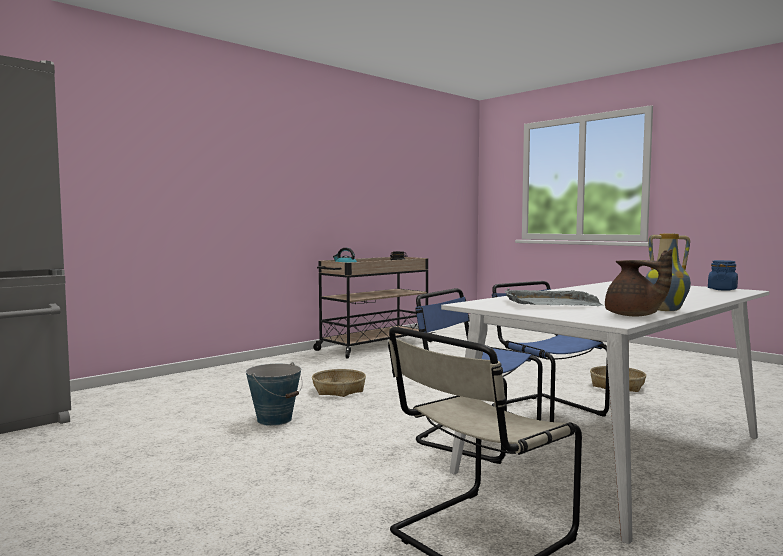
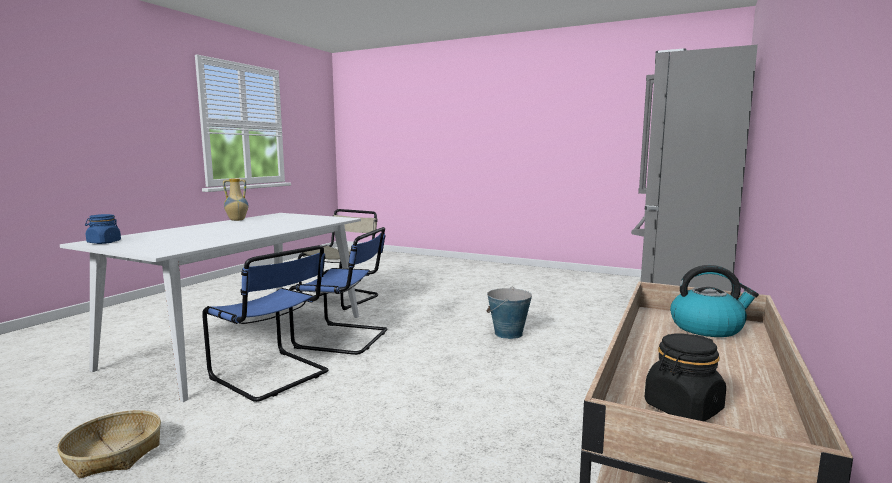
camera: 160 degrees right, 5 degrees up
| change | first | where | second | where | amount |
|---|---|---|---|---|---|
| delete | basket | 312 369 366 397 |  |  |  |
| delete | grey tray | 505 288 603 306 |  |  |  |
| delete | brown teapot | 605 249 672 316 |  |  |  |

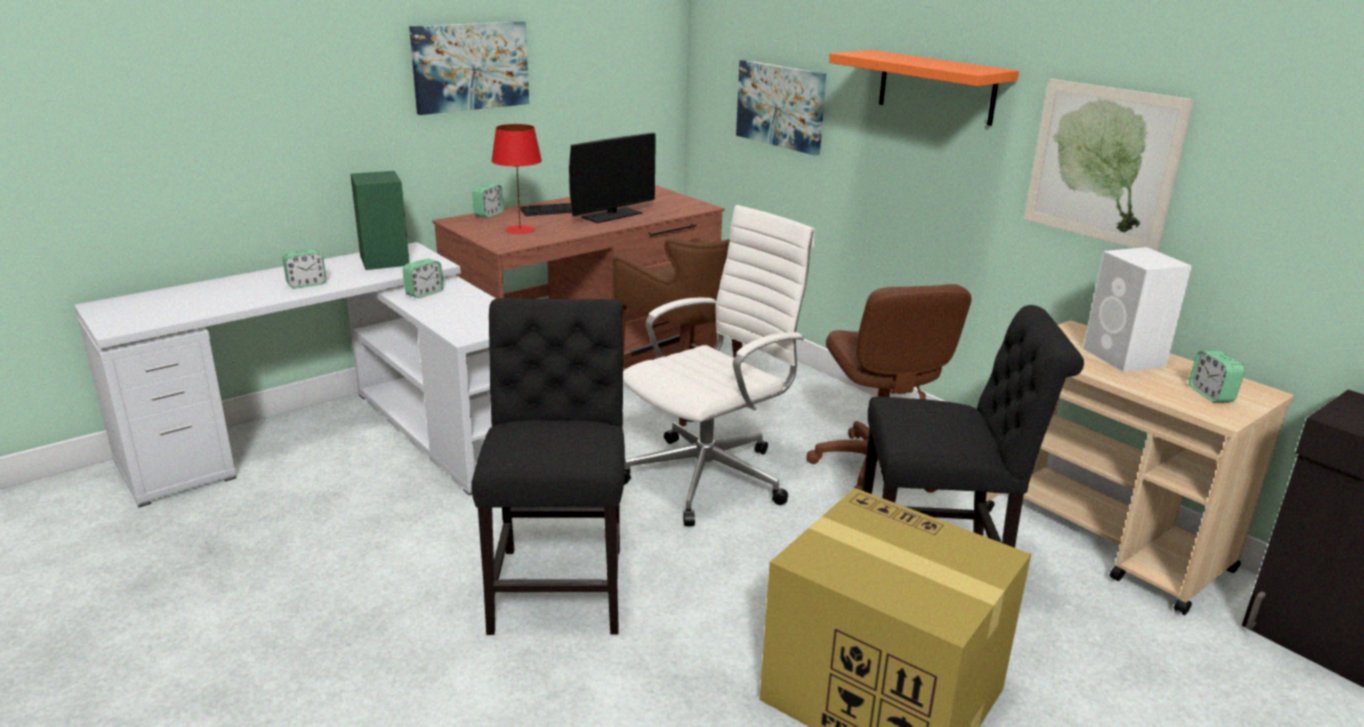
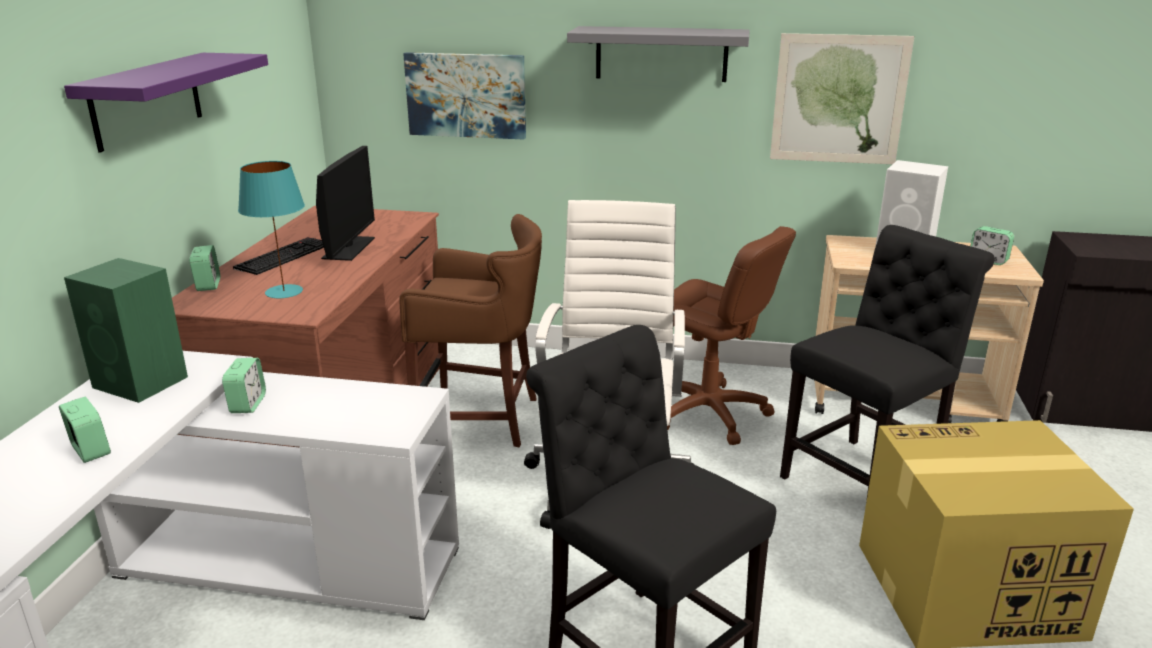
camera: 40 degrees left, 0 degrees up
| change | first | where | second | where | amount |
|---|---|---|---|---|---|
| rotate | alarm clock | 282 249 326 288 |  | 59 397 111 463 | 60 degrees counterclockwise |
| replace | picture | 409 21 529 115 | purple shelf | 64 53 268 153 |  |
| recolor | red table lamp | 491 124 542 234 | turquoise table lamp | 238 161 305 298 |  |
| recolor | orange shelf | 829 50 1019 126 | grey shelf | 567 26 750 82 |  |

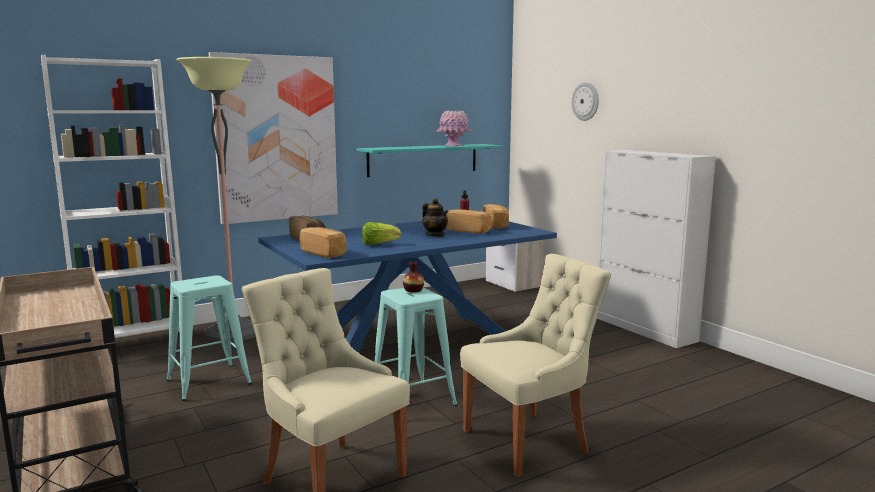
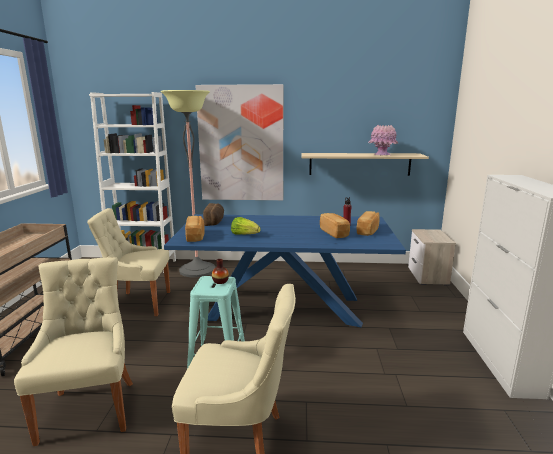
camera: 35 degrees right, 5 degrees up
| change | first | where | second | where | amount |
|---|---|---|---|---|---|
| replace | turquoise stool | 167 275 252 401 | beige chair | 87 208 170 316 |  |
| recolor | turquoise shelf | 356 144 503 177 | beige shelf | 302 153 429 176 |  |
| delete | teapot | 422 198 448 236 |  |  |  |
| delete | wall clock | 572 82 599 121 |  |  |  |

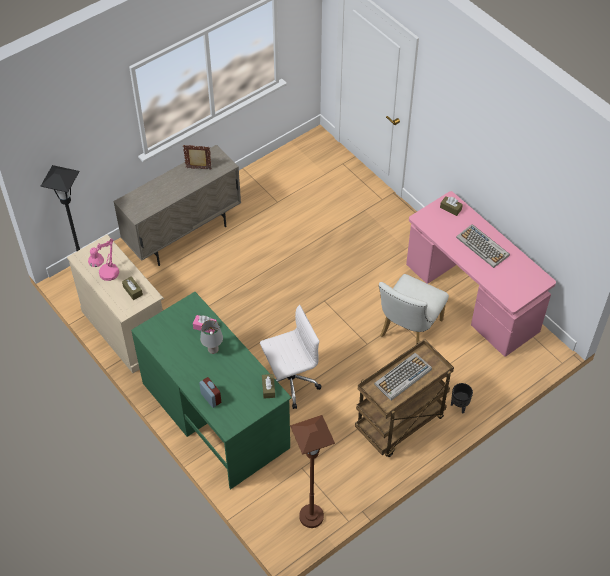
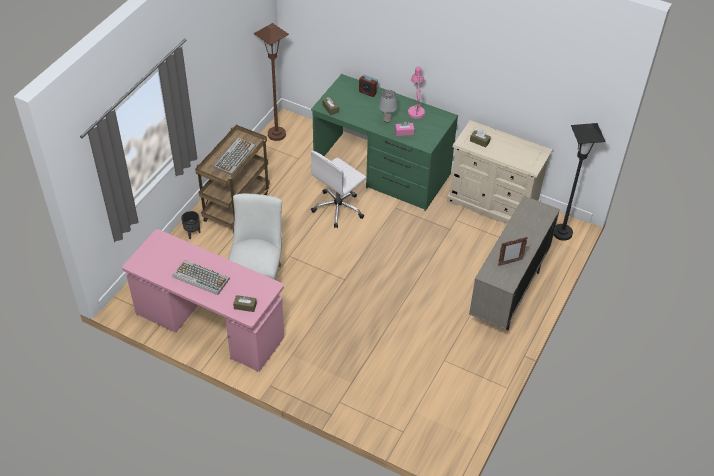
camera: 155 degrees right, 5 degrees down
| change | first | where | second | where | amount |
|---|---|---|---|---|---|
| move | pink table lamp | 88 238 119 281 |  | 408 66 425 119 |  |

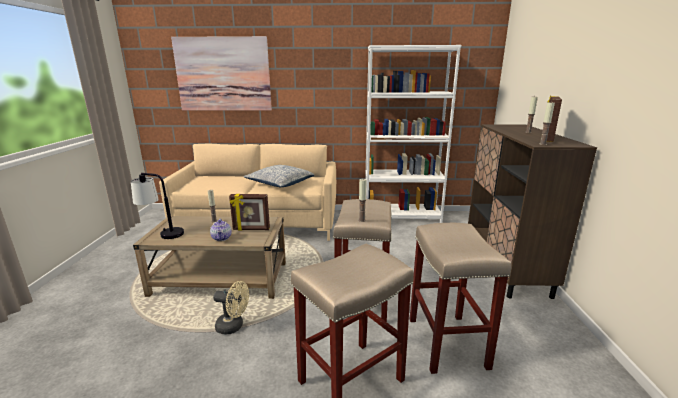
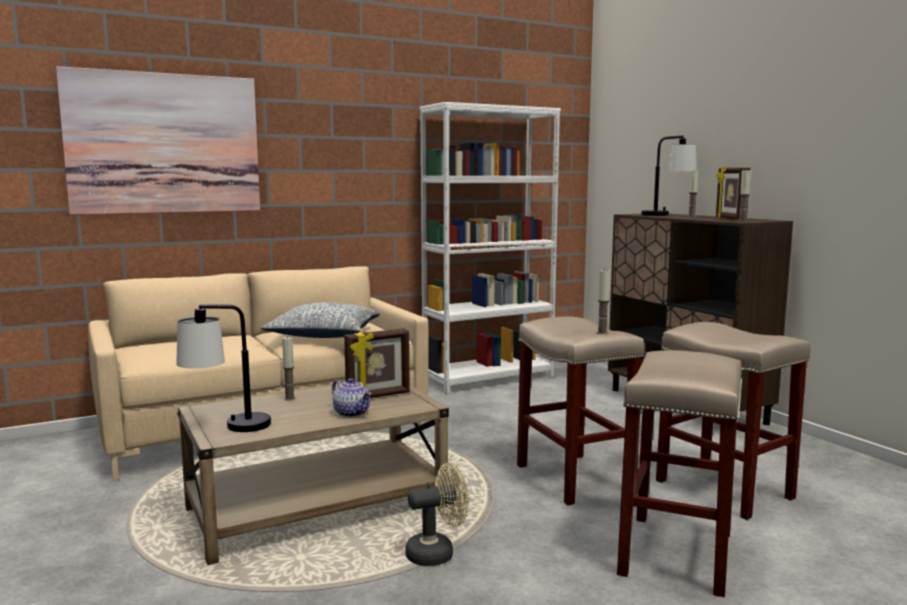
camera: 30 degrees left, 10 degrees down
| change | first | where | second | where | amount |
|---|---|---|---|---|---|
| insert |  |  | table lamp | 641 136 697 216 |  |

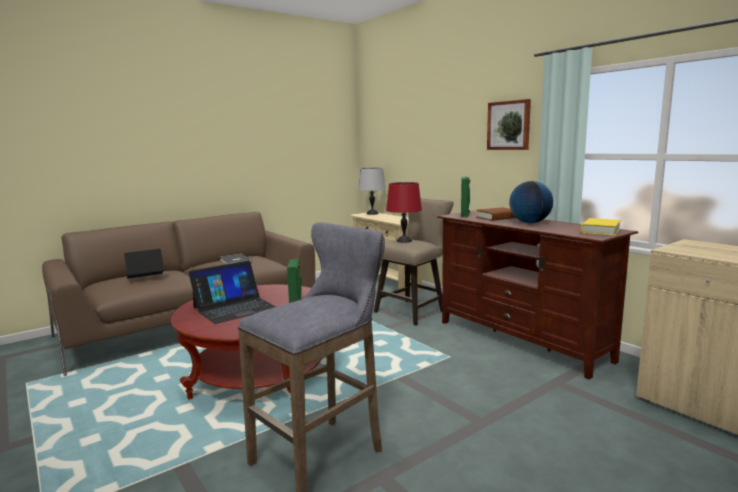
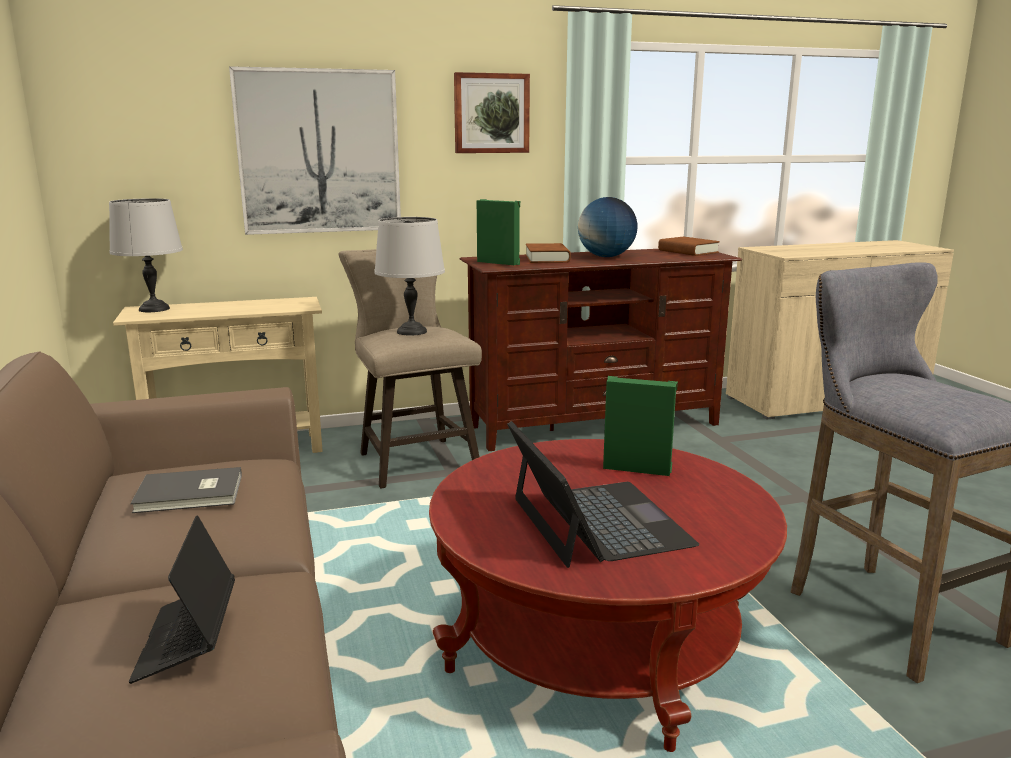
camera: 70 degrees left, 5 degrees up
| change | first | where | second | where | amount |
|---|---|---|---|---|---|
| insert |  |  | picture | 229 66 401 235 |  |
| recolor | red table lamp | 386 182 422 243 | grey table lamp | 374 217 445 336 |  |
| recolor | yellow book | 581 218 621 236 | brown book | 658 237 720 256 |  |

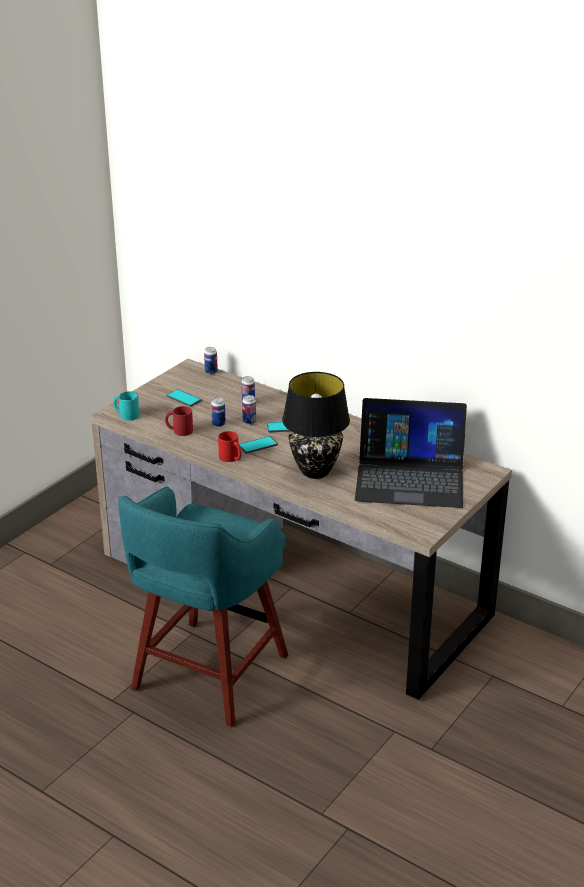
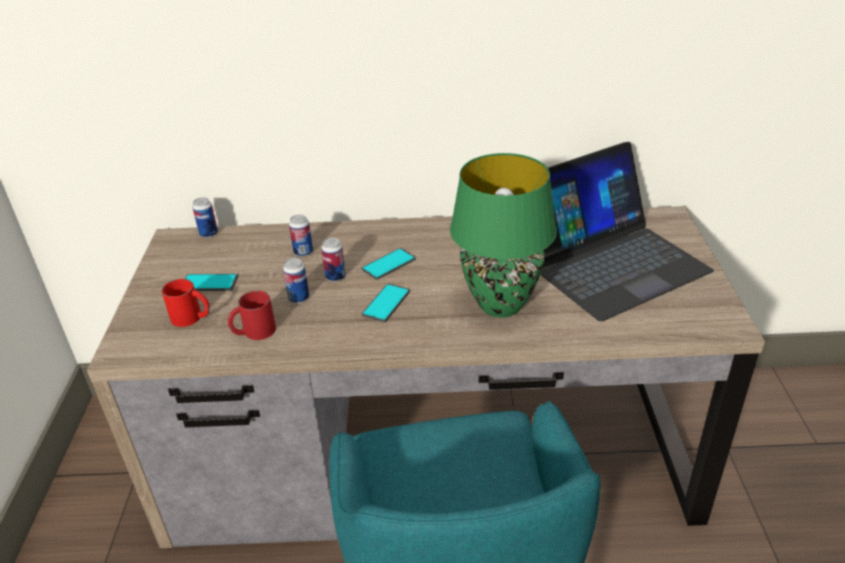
camera: 35 degrees left, 5 degrees up
| change | first | where | second | where | amount |
|---|---|---|---|---|---|
| move | red mug | 218 431 242 462 |  | 162 279 210 327 |  |
| recolor | black table lamp | 282 372 350 479 | green table lamp | 450 153 557 318 |  |
| delete | turquoise mug | 113 391 140 421 |  |  |  |

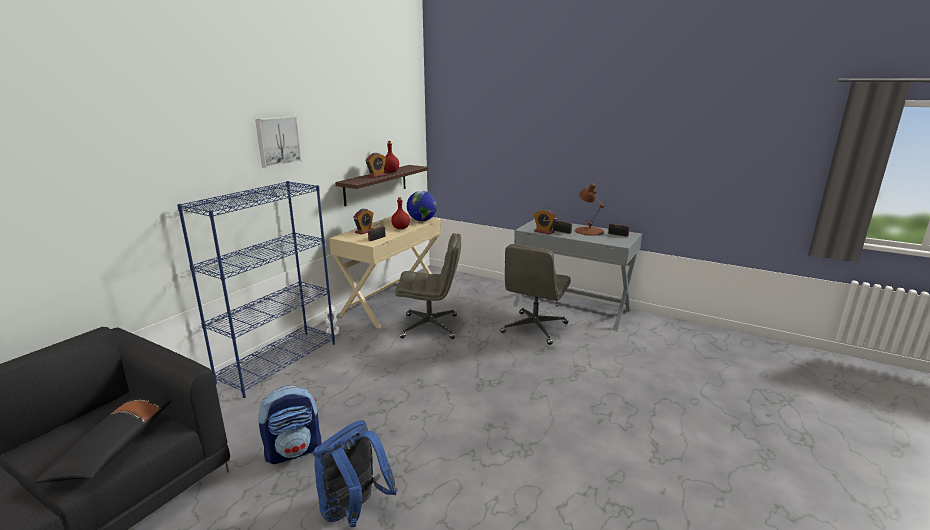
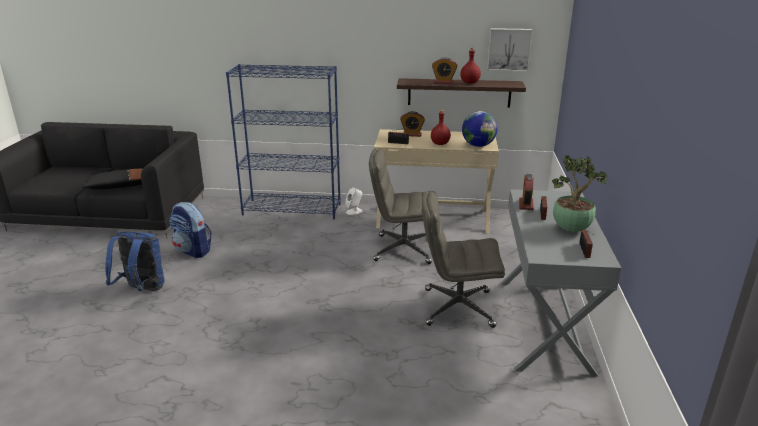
camera: 65 degrees right, 5 degrees up
| change | first | where | second | where | amount |
|---|---|---|---|---|---|
| rotate | grey office chair | 395 233 461 339 |  | 369 149 438 264 | 120 degrees clockwise |
| move | picture | 255 116 302 168 |  | 487 28 532 71 |  |
| replace | brown table lamp | 575 183 604 236 | potted plant | 552 155 607 232 |  |

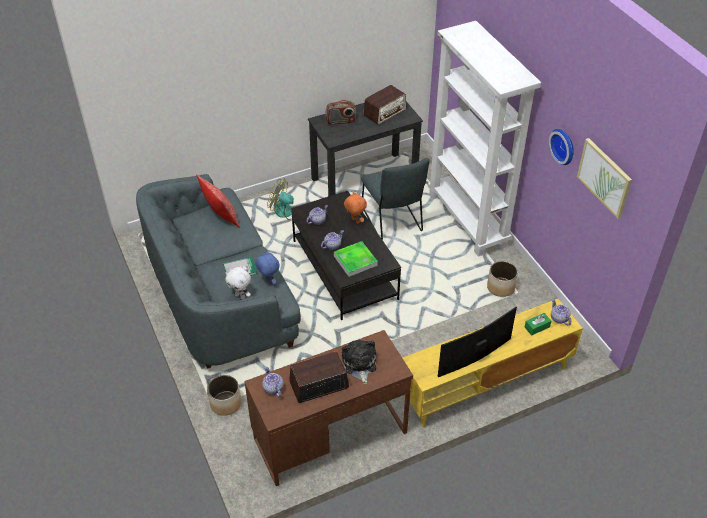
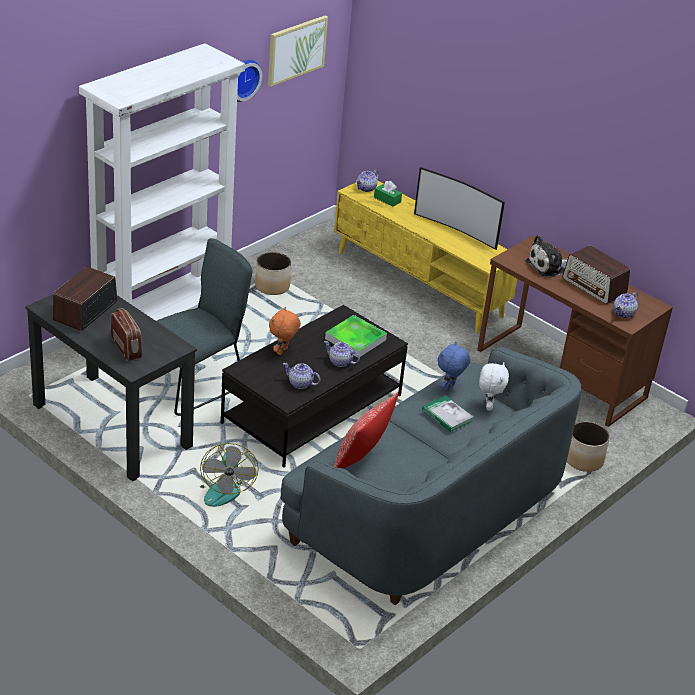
camera: 115 degrees left, 10 degrees down
| change | first | where | second | where | amount |
|---|---|---|---|---|---|
| rotate | radio | 363 85 406 125 |  | 53 267 117 331 | 90 degrees counterclockwise |

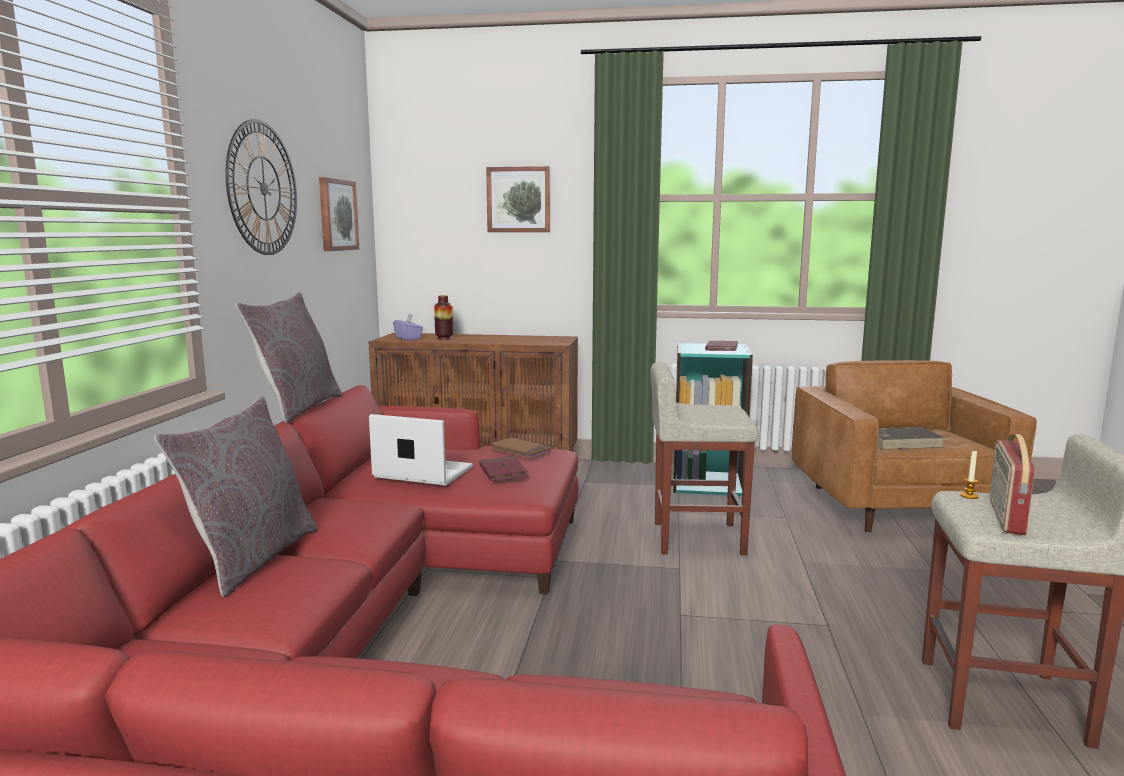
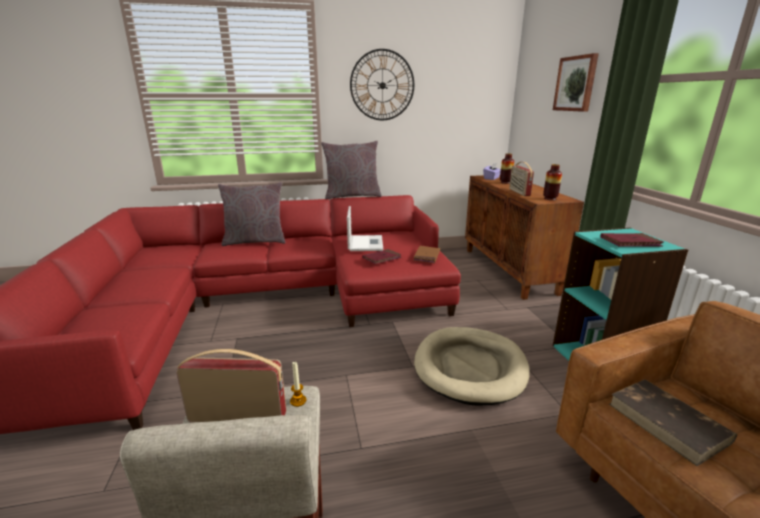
camera: 70 degrees right, 10 degrees up
| change | first | where | second | where | amount |
|---|---|---|---|---|---|
| replace | beige stool | 650 362 759 556 | beige dog bed | 414 327 530 406 |  |
| insert |  |  | radio | 509 162 534 196 |  |
| insert |  |  | vase | 543 164 562 200 |  |
| delete | picture | 319 177 359 251 |  |  |  |

